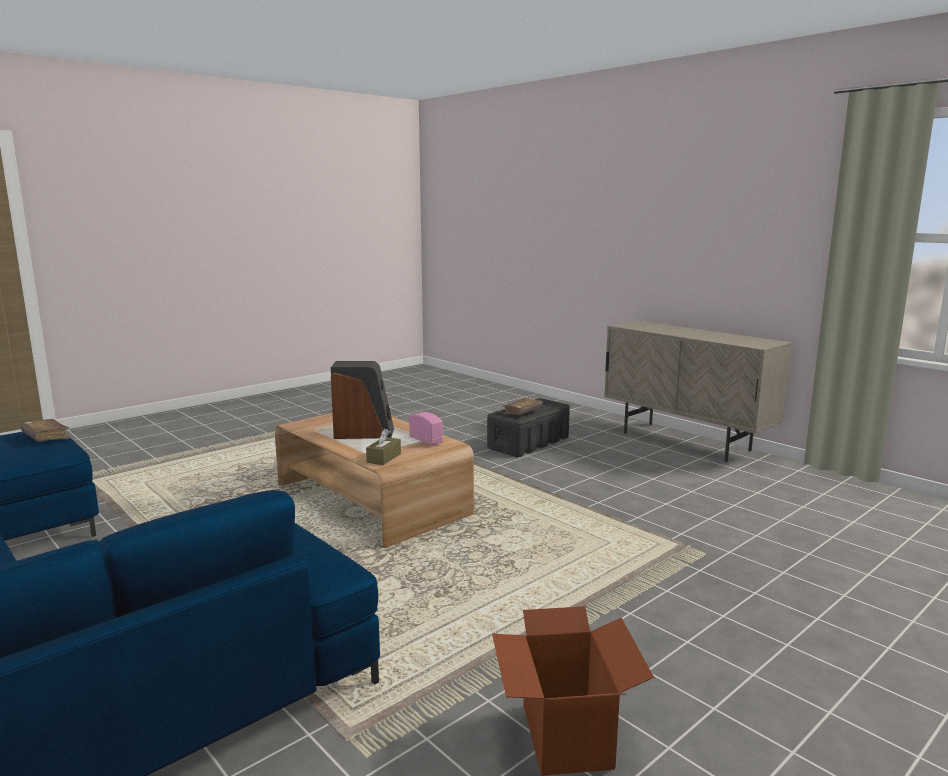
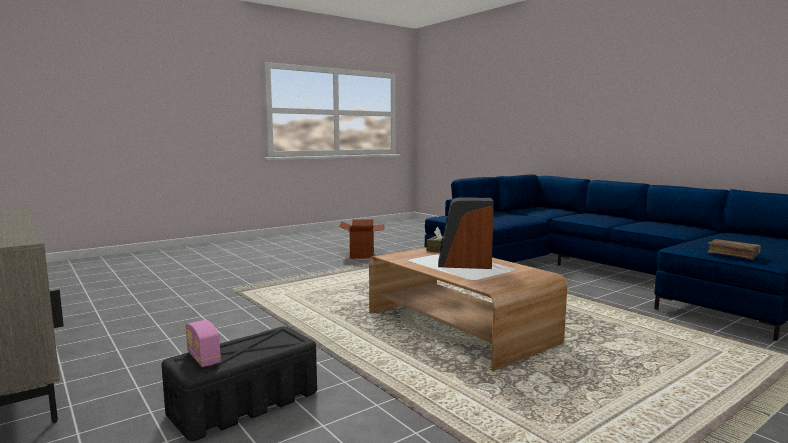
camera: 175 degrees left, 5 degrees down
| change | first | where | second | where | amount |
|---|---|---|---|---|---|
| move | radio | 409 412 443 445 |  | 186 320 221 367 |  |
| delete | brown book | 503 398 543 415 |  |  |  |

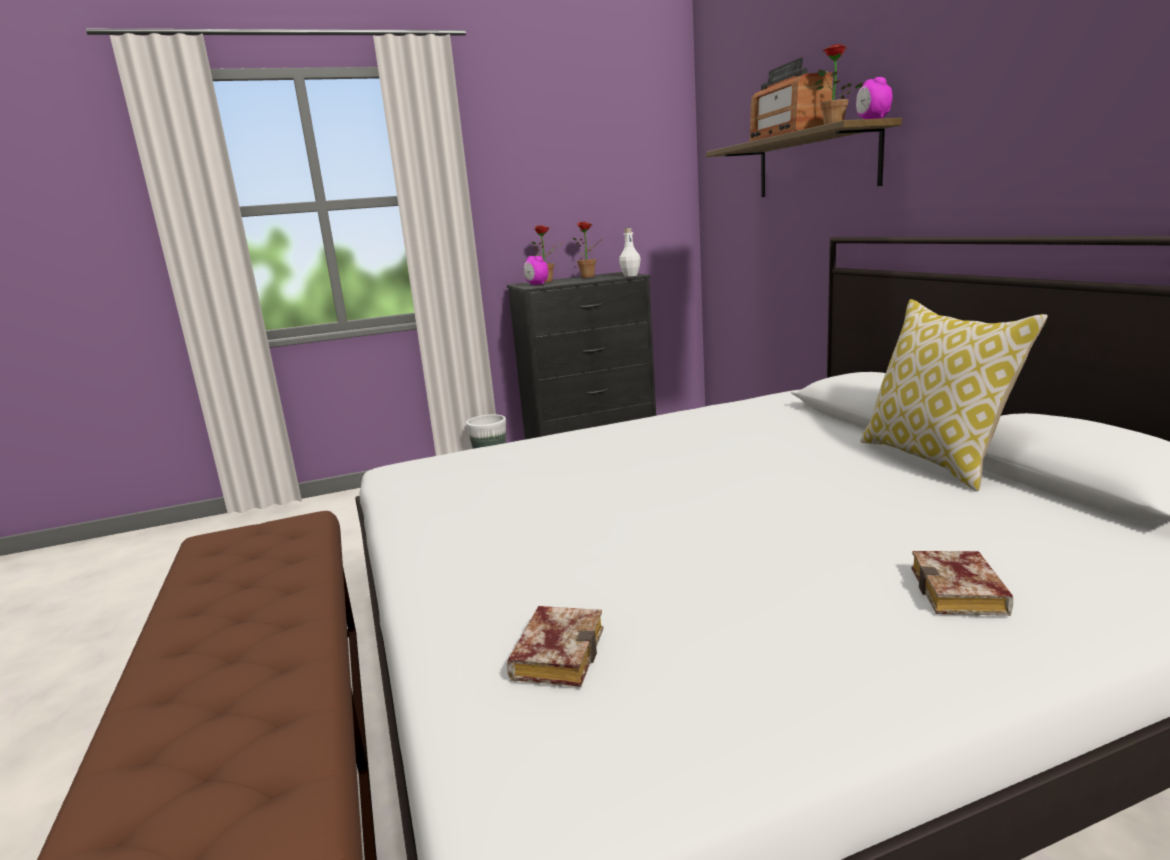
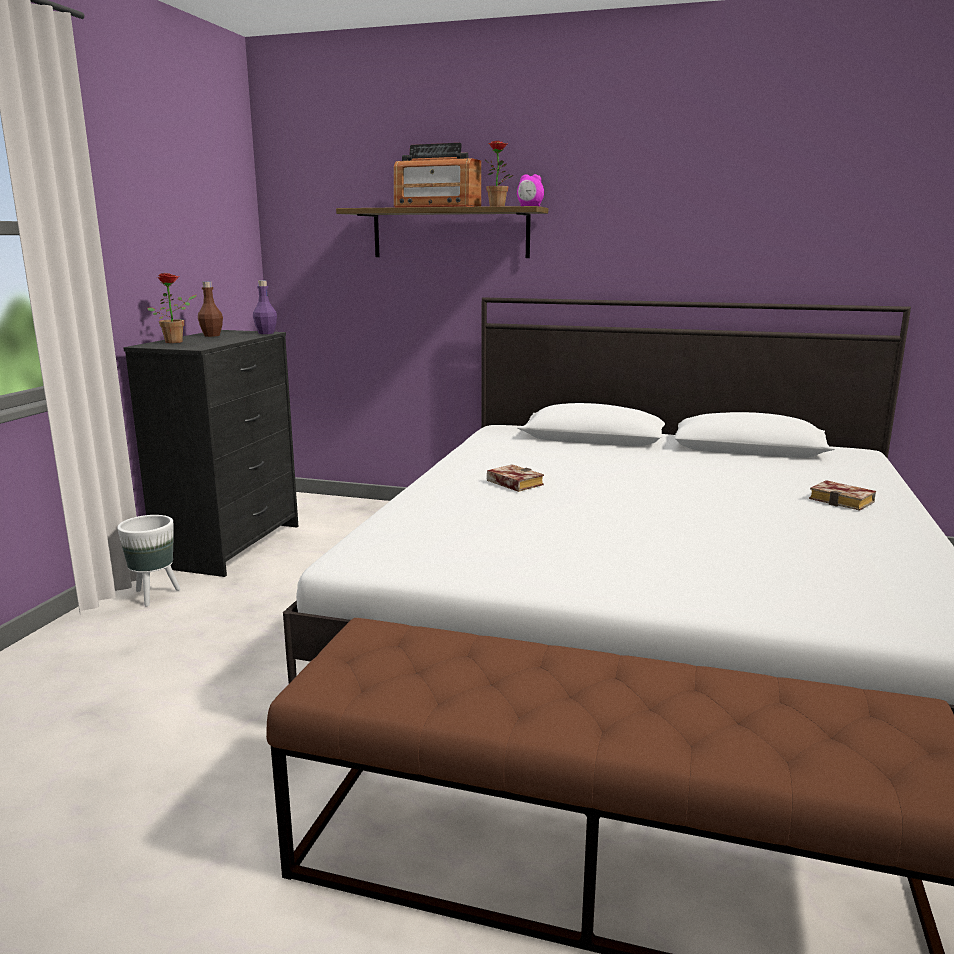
camera: 55 degrees left, 0 degrees up
| change | first | where | second | where | amount |
|---|---|---|---|---|---|
| replace | potted plant | 573 221 602 278 | brown bottle | 198 281 223 337 |  |
| recolor | white bottle | 619 227 641 276 | purple bottle | 253 280 277 334 |  |
| move | book | 507 606 603 687 |  | 487 464 544 492 |  |
| delete | alarm clock | 524 256 548 285 |  |  |  |
| delete | pillow | 861 299 1048 491 |  |  |  |

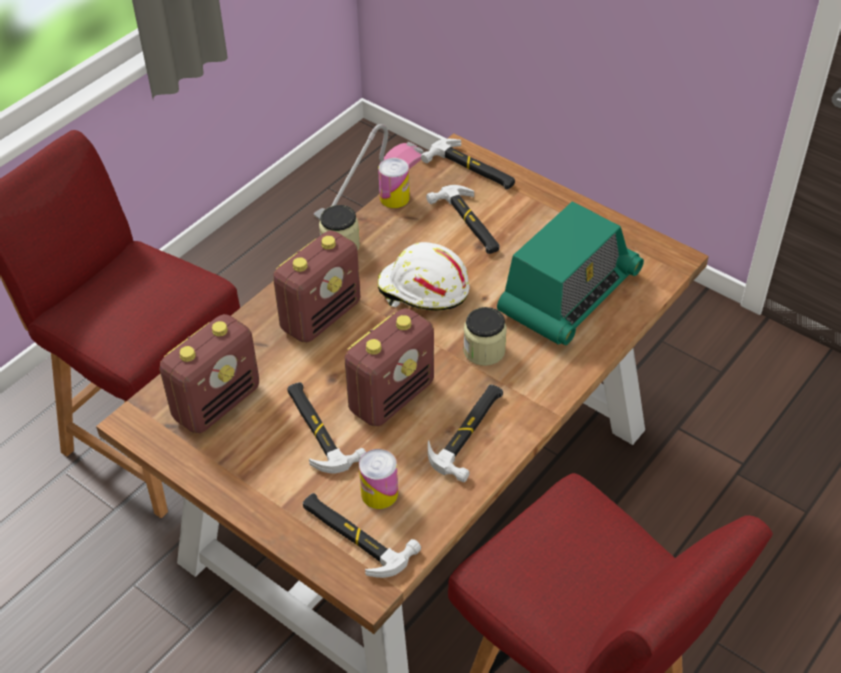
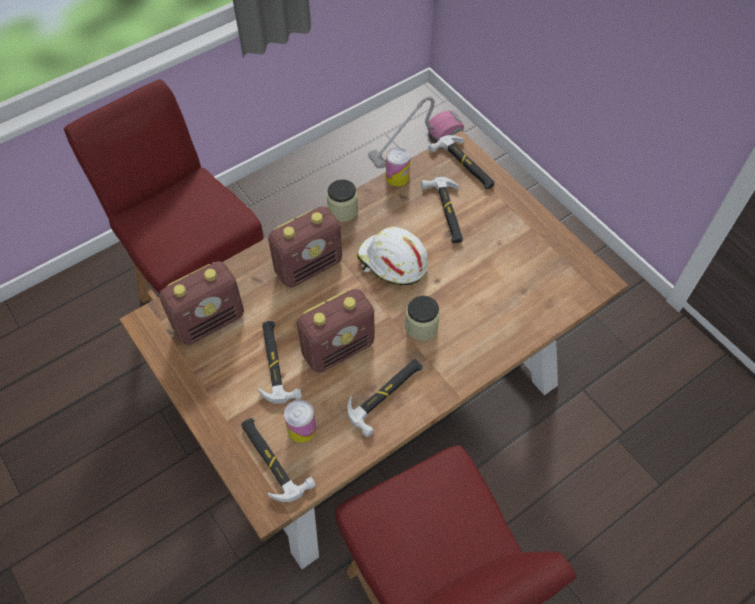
camera: 15 degrees right, 10 degrees up
| change | first | where | second | where | amount |
|---|---|---|---|---|---|
| delete | radio | 497 201 644 345 |  |  |  |

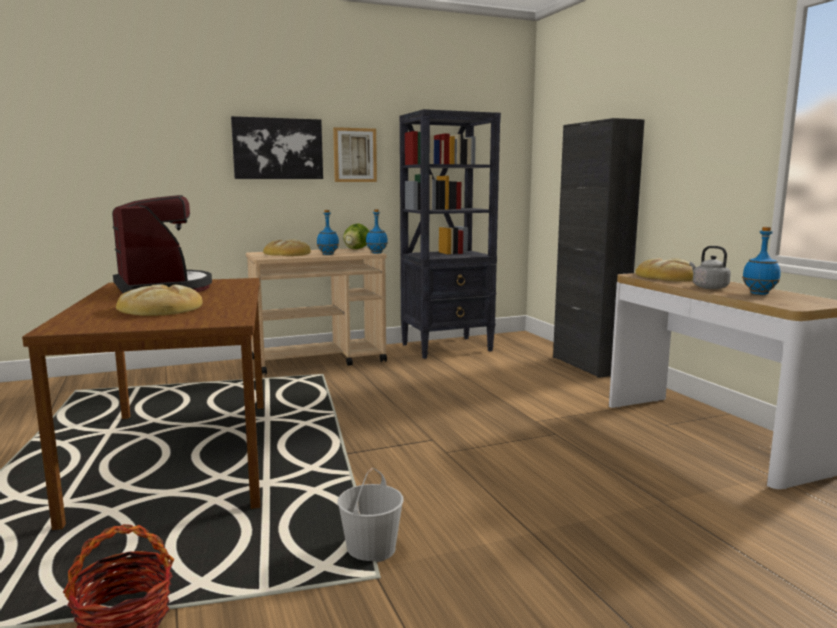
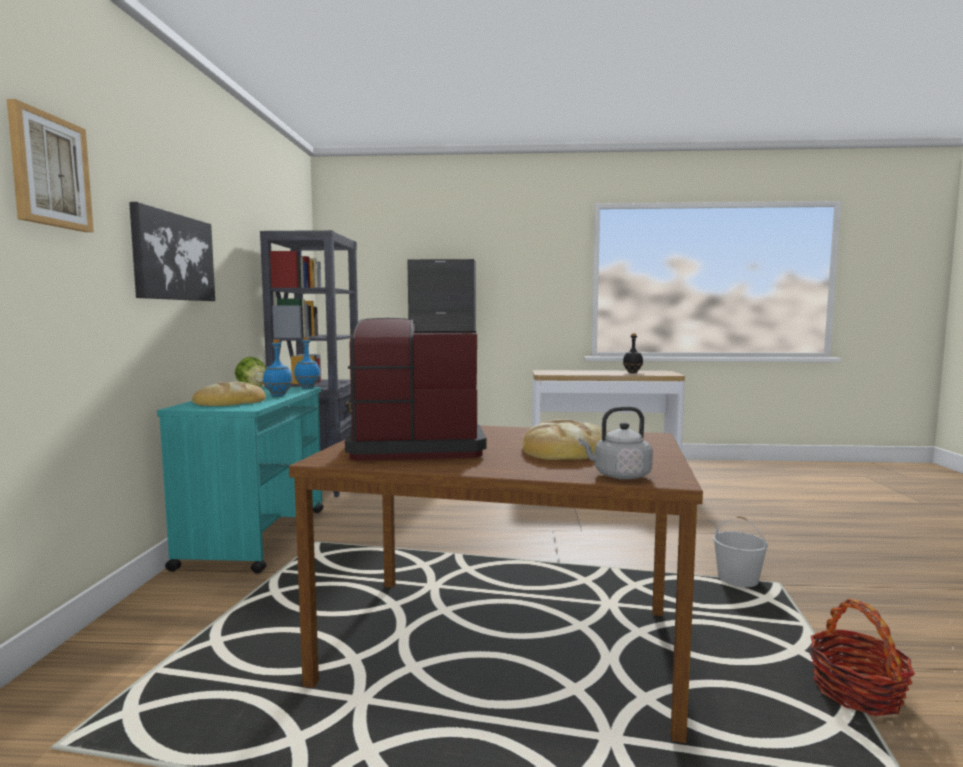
camera: 65 degrees left, 5 degrees down
| change | first | where | second | where | amount |
|---|---|---|---|---|---|
| move | picture | 333 127 377 182 |  | 7 99 94 232 |  |
| recolor | beige cart | 246 248 387 375 | turquoise cart | 157 387 324 574 |  |
| move | grey kettle | 689 246 731 289 |  | 579 406 653 480 |  |
| recolor | blue bottle | 742 227 780 295 | black bottle | 623 333 643 373 |  |
| delete | bread | 635 258 697 281 |  |  |  |

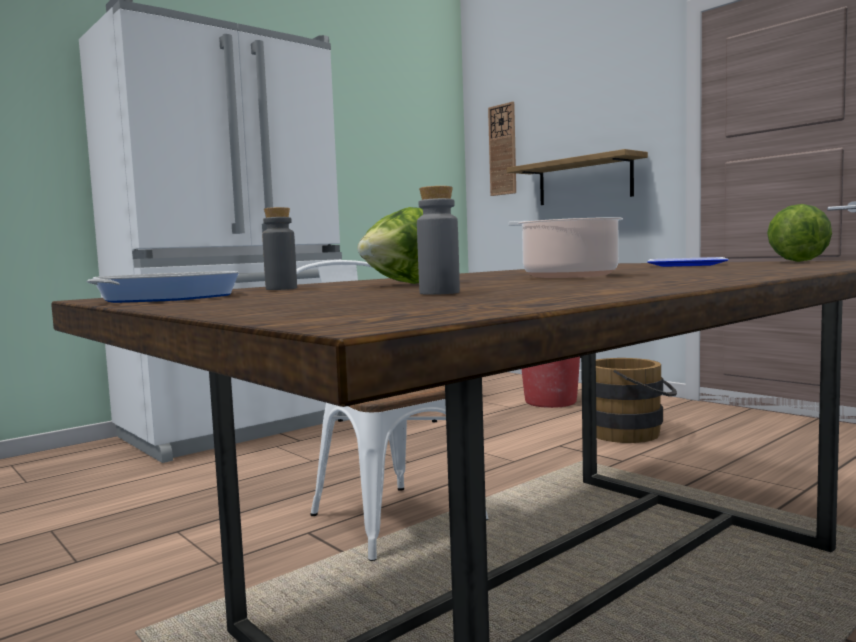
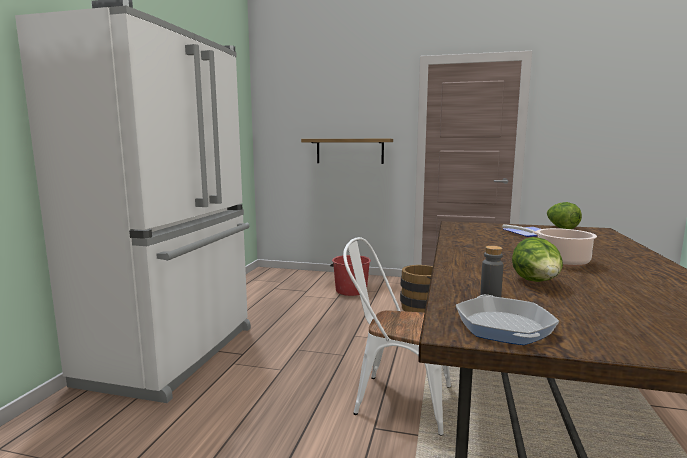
camera: 35 degrees left, 5 degrees up
| change | first | where | second | where | amount |
|---|---|---|---|---|---|
| delete | grey bottle | 417 186 460 295 |  |  |  |
| delete | wall clock | 488 102 516 196 |  |  |  |

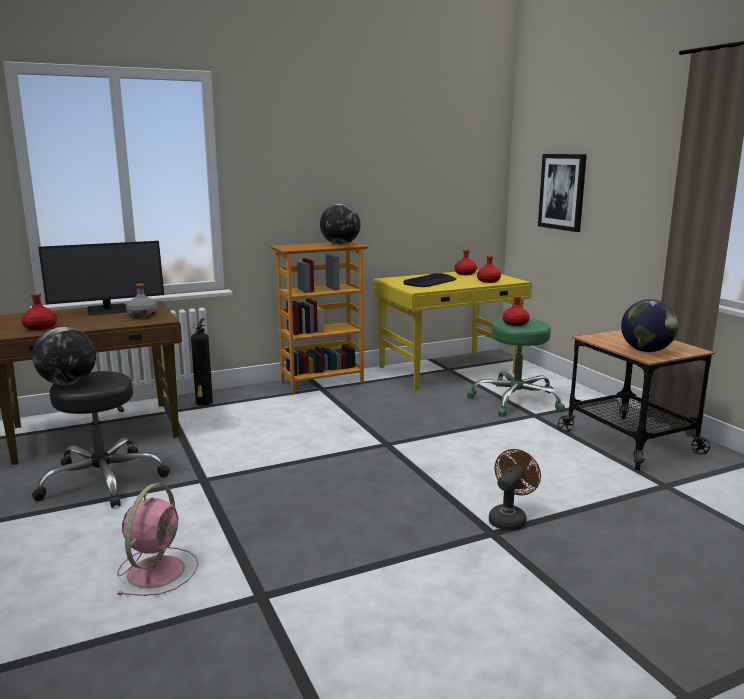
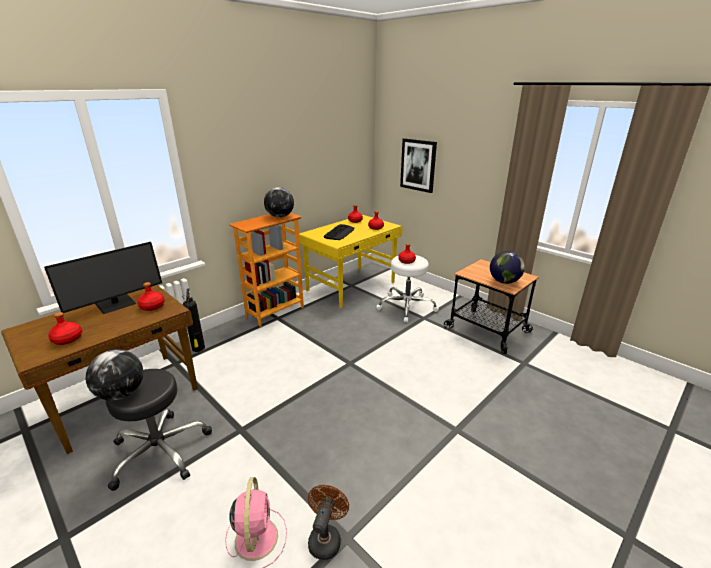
camera: 20 degrees left, 10 degrees up
| change | first | where | second | where | amount |
|---|---|---|---|---|---|
| recolor | grey bottle | 126 283 158 318 | red bottle | 138 282 165 311 |  |
| move | brown fan | 489 449 541 531 |  | 308 485 349 560 |  |
| recolor | green stool | 467 319 565 417 | white stool | 376 255 439 323 |  |

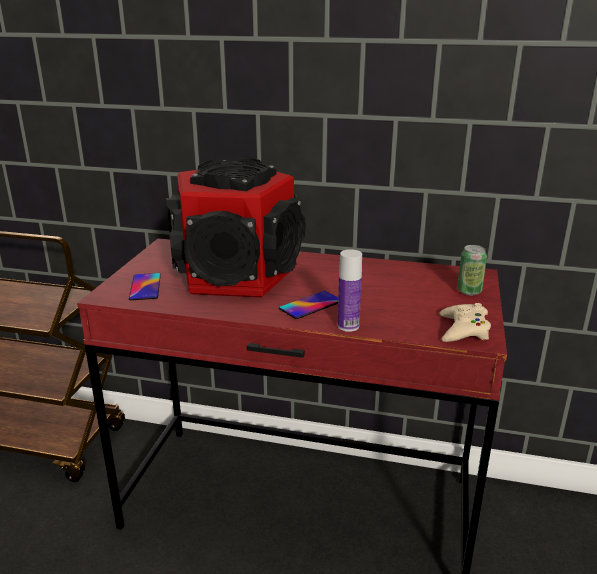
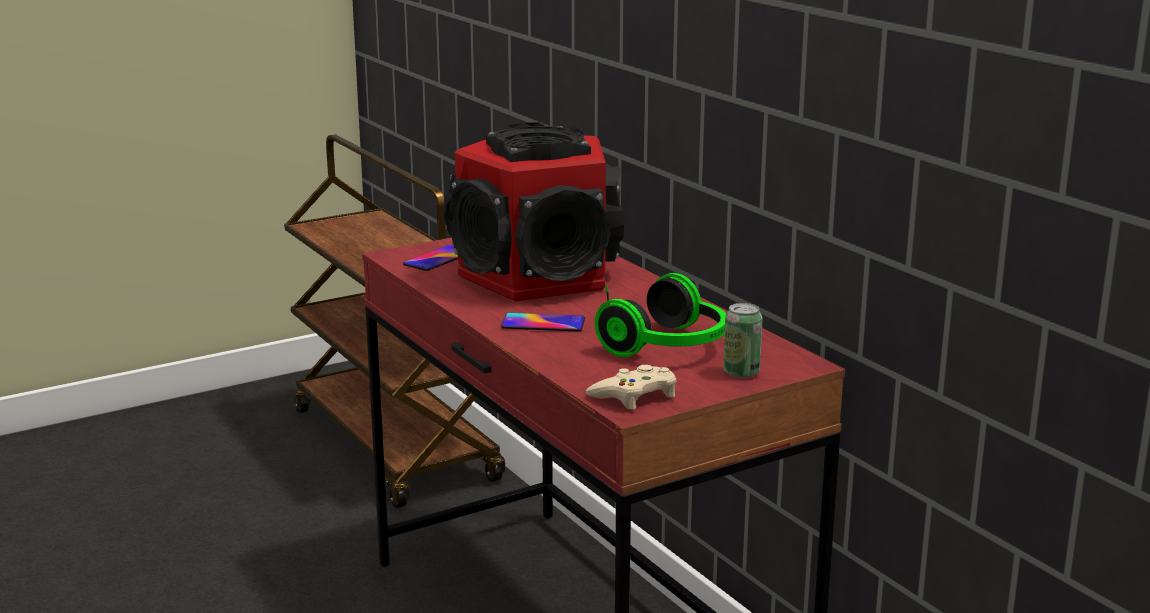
camera: 45 degrees right, 5 degrees down
| change | first | where | second | where | amount |
|---|---|---|---|---|---|
| insert |  |  | headphones | 595 273 726 357 |  |
| delete | bottle | 338 249 362 332 |  |  |  |

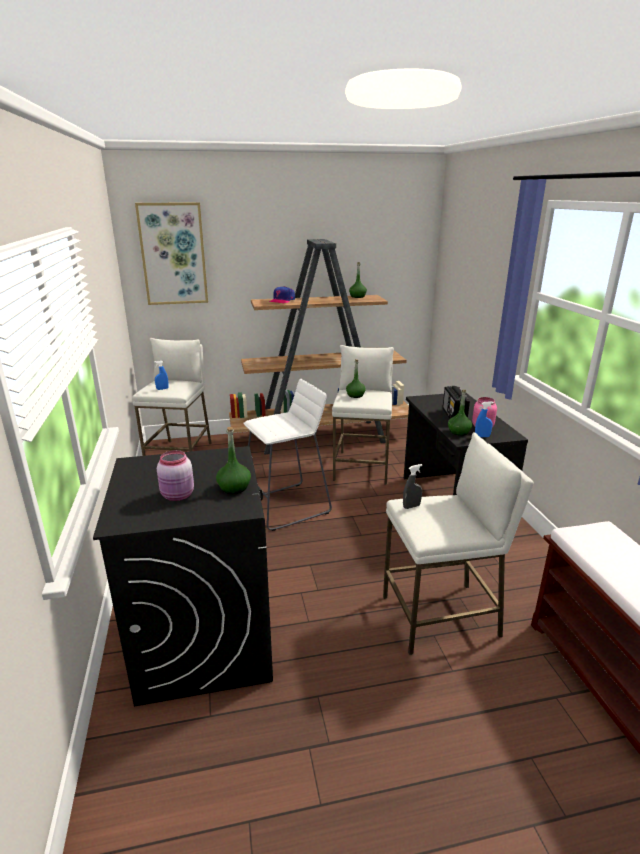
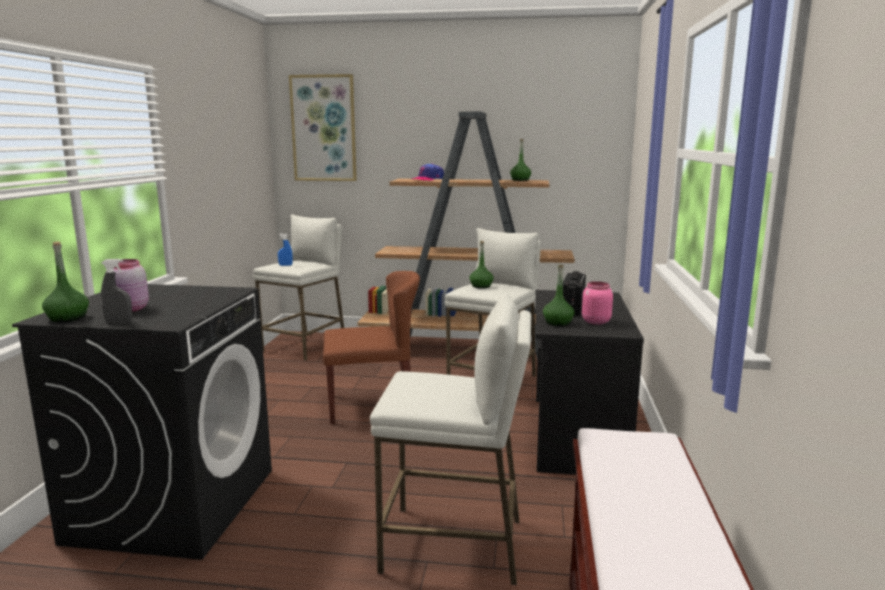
camera: 20 degrees right, 10 degrees down
| change | first | where | second | where | amount |
|---|---|---|---|---|---|
| move | green bottle | 216 427 251 494 |  | 42 241 89 322 |  |
| move | grey spray bottle | 403 464 422 509 |  | 101 259 132 323 |  |
| replace | white stool | 243 379 332 531 | brown chair | 323 271 420 424 |  |
| delete | blue spray bottle | 475 402 494 437 |  |  |  |

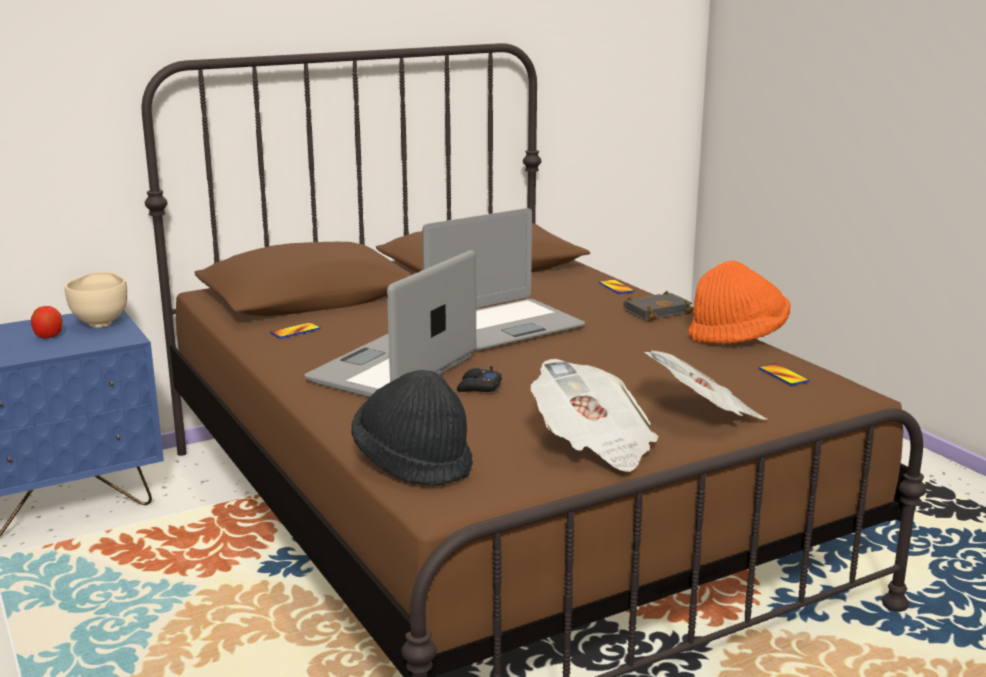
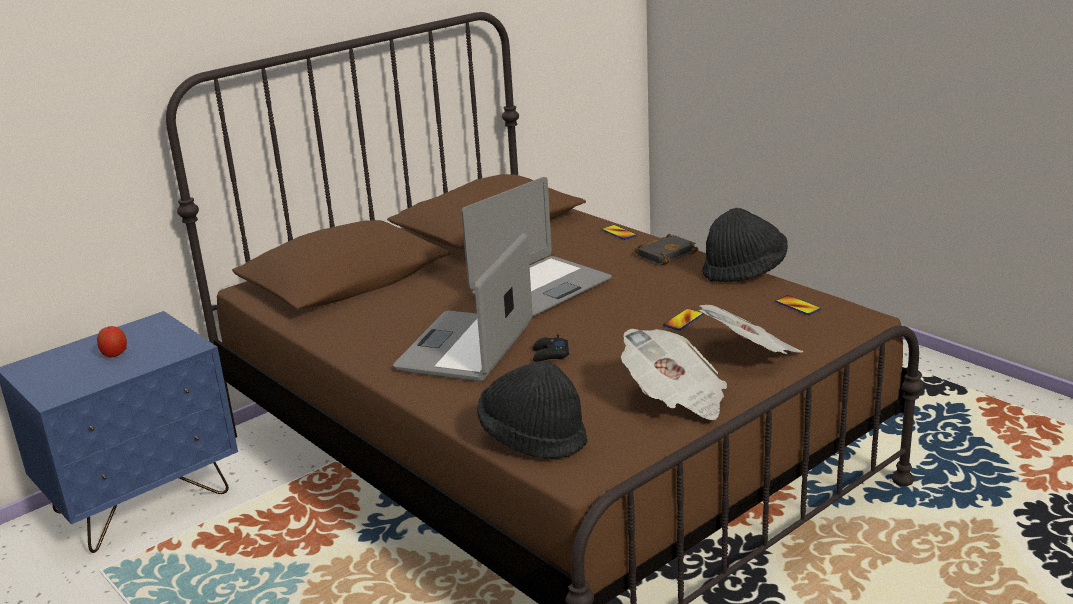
camera: 10 degrees left, 5 degrees up
| change | first | where | second | where | amount |
|---|---|---|---|---|---|
| move | phone | 270 322 320 339 |  | 663 308 704 330 |  |
| recolor | orange hat | 688 260 791 344 | black hat | 702 208 788 282 |  |
| delete | beige bowl | 65 272 127 328 |  |  |  |

